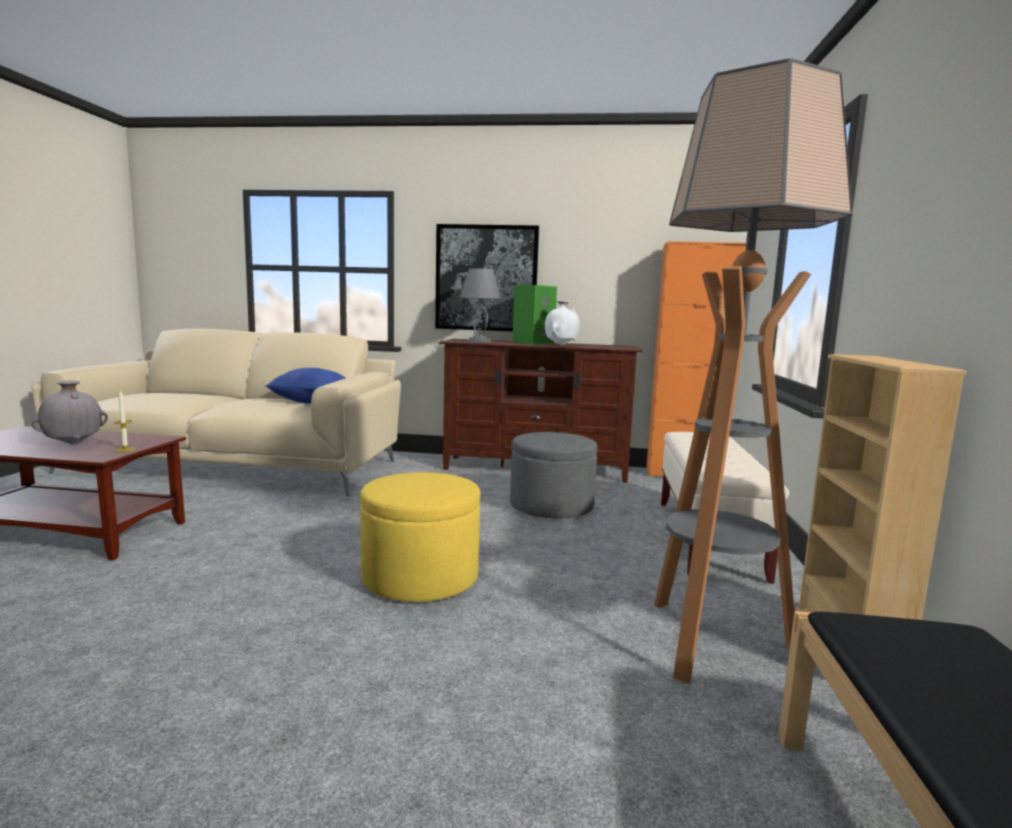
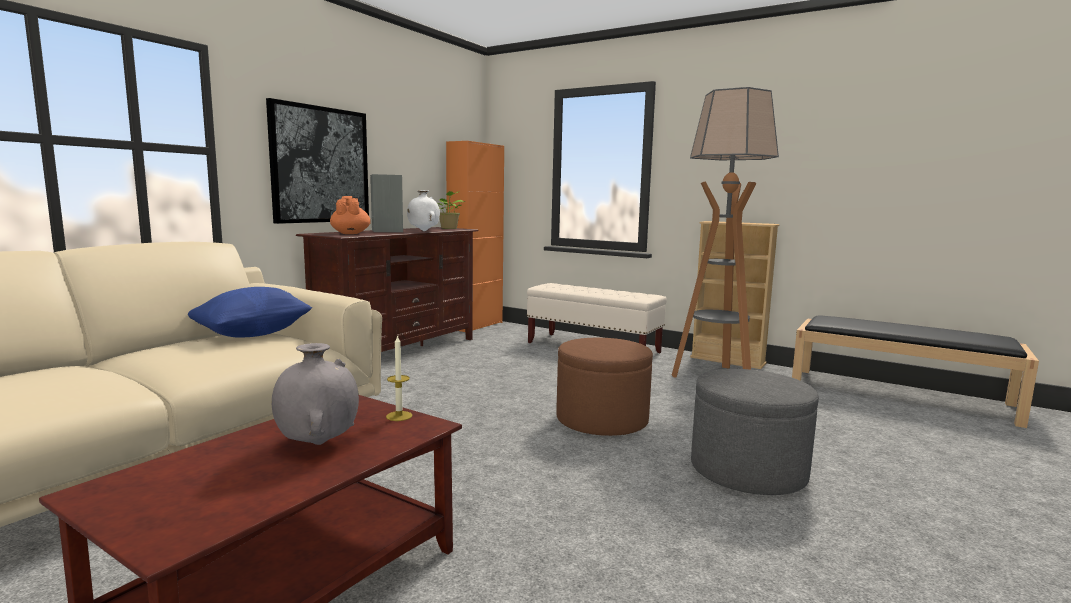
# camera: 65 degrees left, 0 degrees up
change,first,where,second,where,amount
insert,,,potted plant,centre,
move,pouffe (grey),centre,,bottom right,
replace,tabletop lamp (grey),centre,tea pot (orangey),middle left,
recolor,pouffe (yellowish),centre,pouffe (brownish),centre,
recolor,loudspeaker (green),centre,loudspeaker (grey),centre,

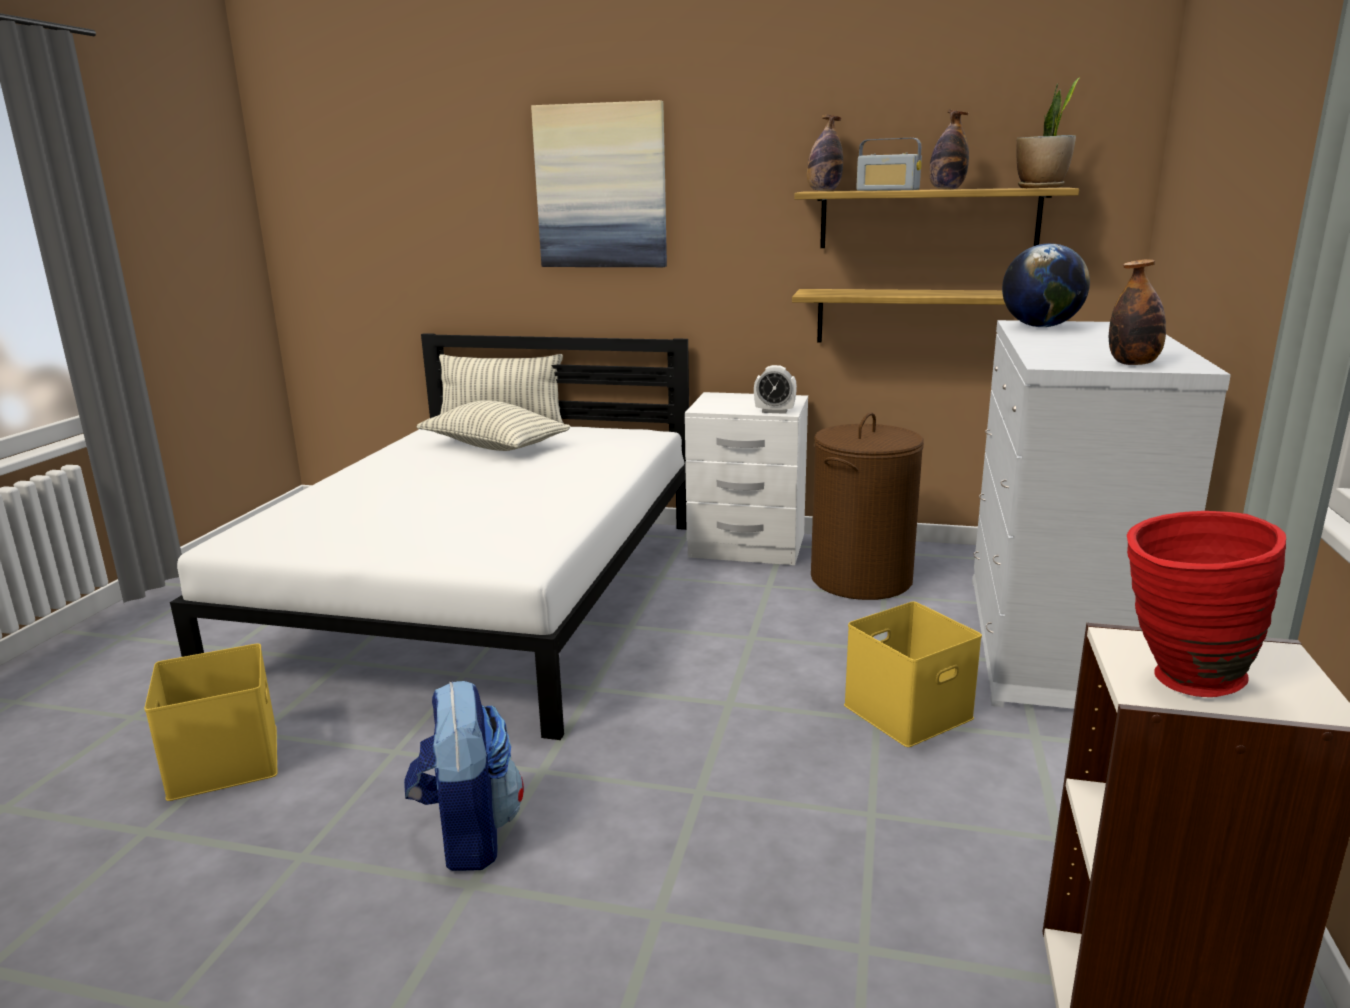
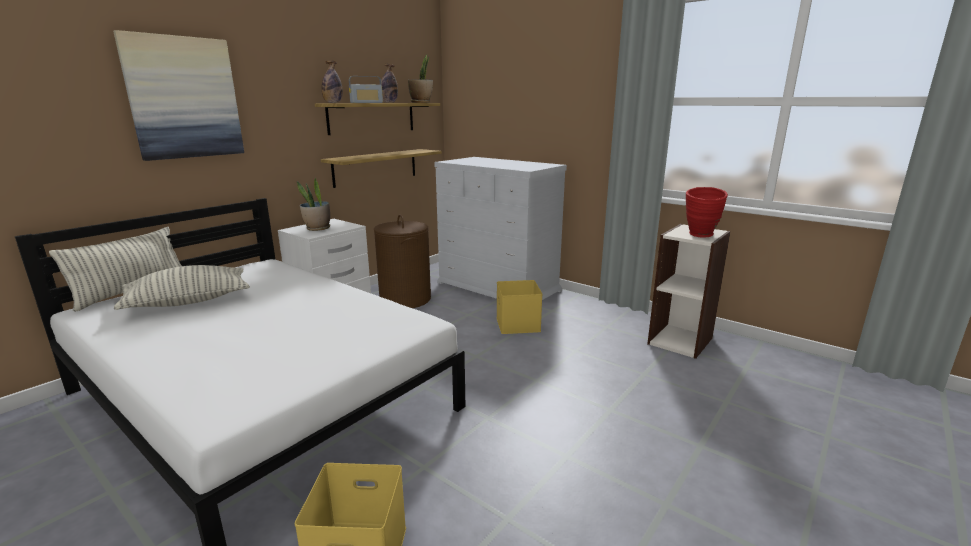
# camera: 65 degrees left, 0 degrees up
change,first,where,second,where,amount
delete,backpack,bottom centre,,,
delete,table clock,centre,,,
delete,desk globe,top right,,,
delete,drink bottle (3rd from left),top right,,,
insert,,,potted plant (1st from left),middle left,

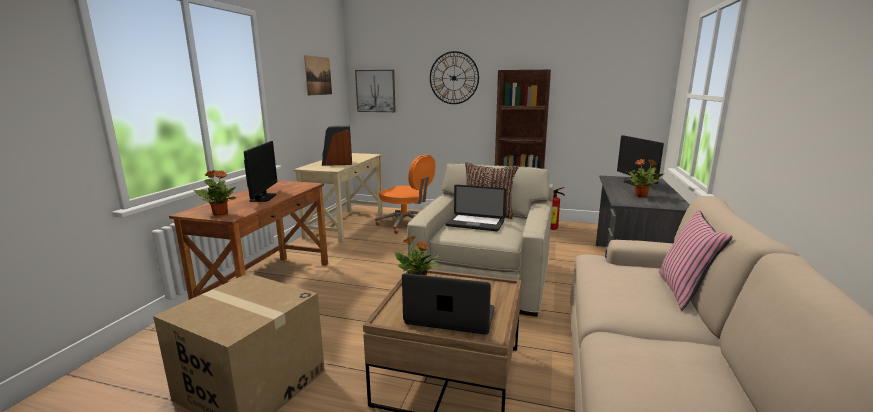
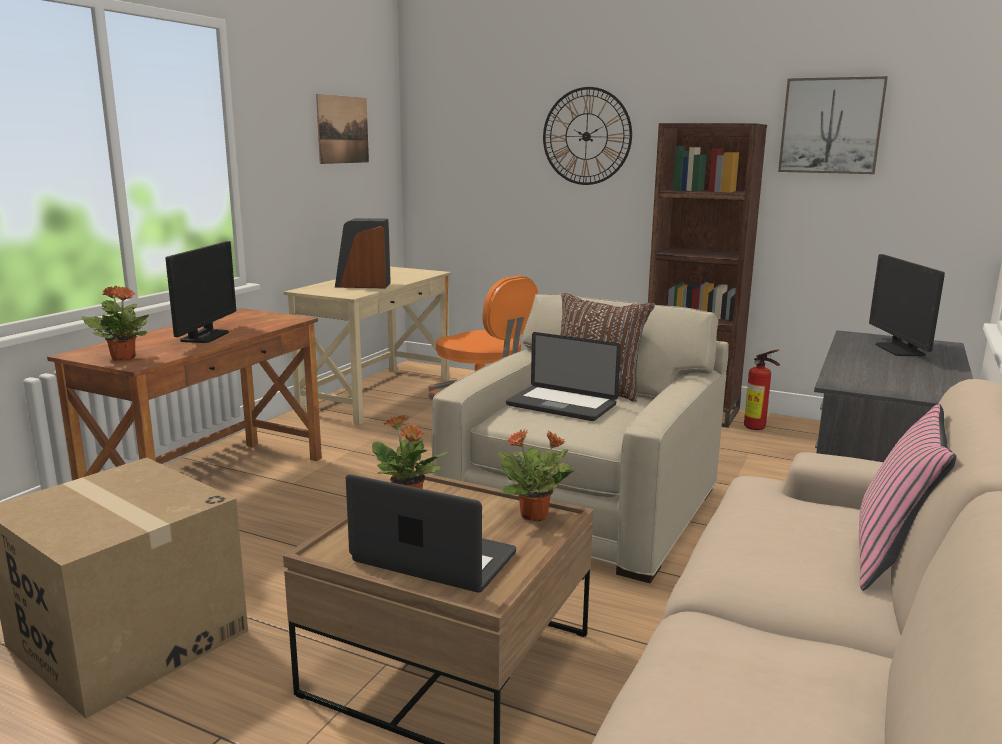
# camera: 10 degrees right, 0 degrees up
change,first,where,second,where,amount
move,picture (2nd from left),top centre,,top right,
move,potted plant (3rd from left),middle right,,centre,

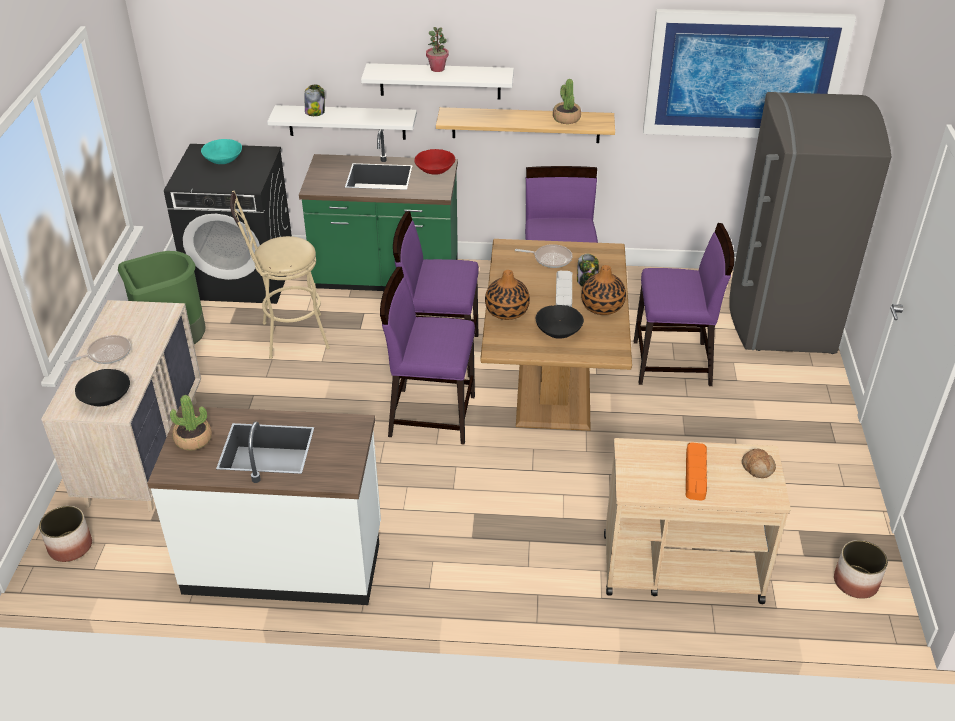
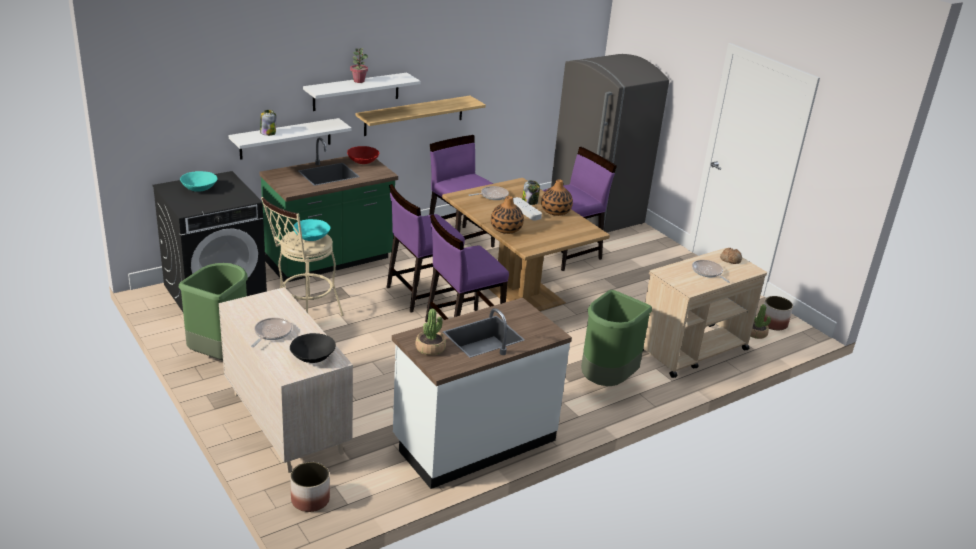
# camera: 40 degrees left, 10 degrees down
change,first,where,second,where,amount
delete,deep dish (blackish) (2nd from left),centre,,,
delete,picture,top right,,,
insert,,,deep dish (turquoise) (2nd from left),middle left,
insert,,,trash can (green) (2nd from left),centre,
move,potted plant (3rd from left),top centre,,middle right,
replace,serving tray (orangey),middle right,skillet (3rd from left),middle right,

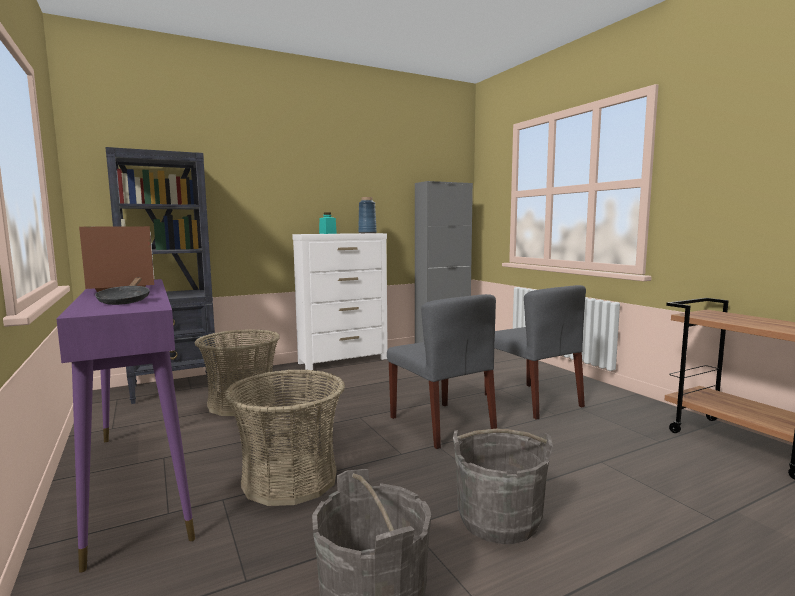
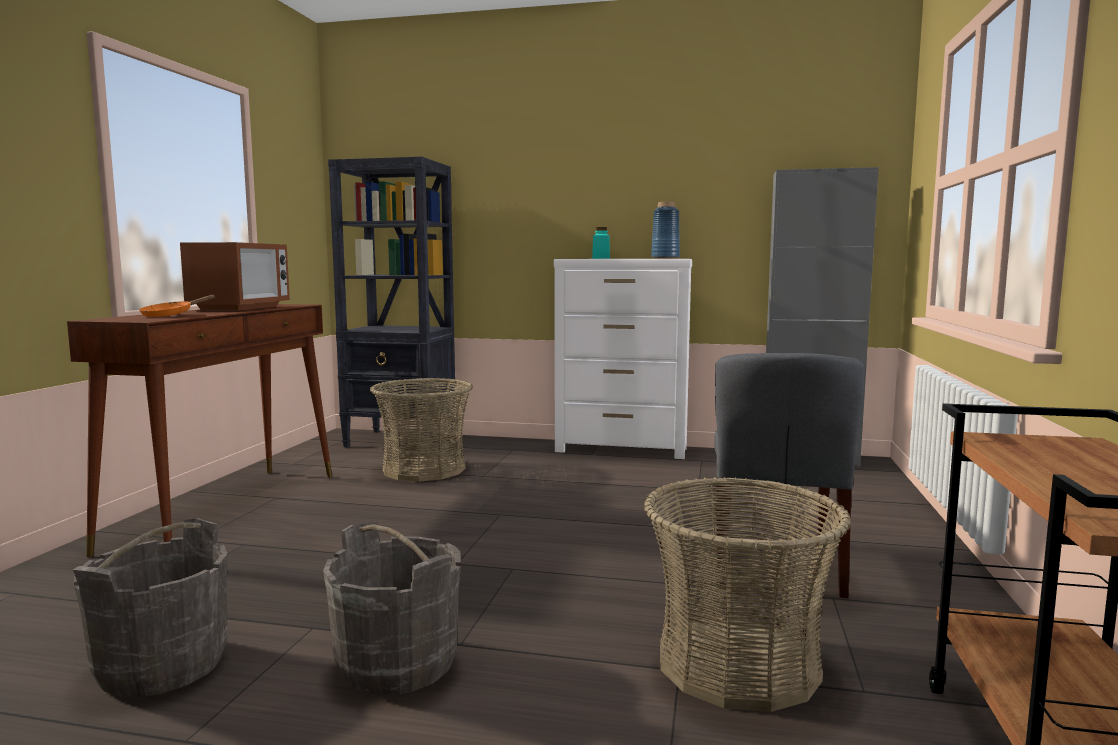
# camera: 40 degrees right, 0 degrees up
change,first,where,second,where,amount
delete,upright chair (grey) (1st from left),centre,,,
move,household basket (2nd from left),bottom centre,,bottom right,
recolor,console table (purplish),bottom left,console table (brownish),middle left,
recolor,skillet (blackish),middle left,skillet (orangey),middle left,

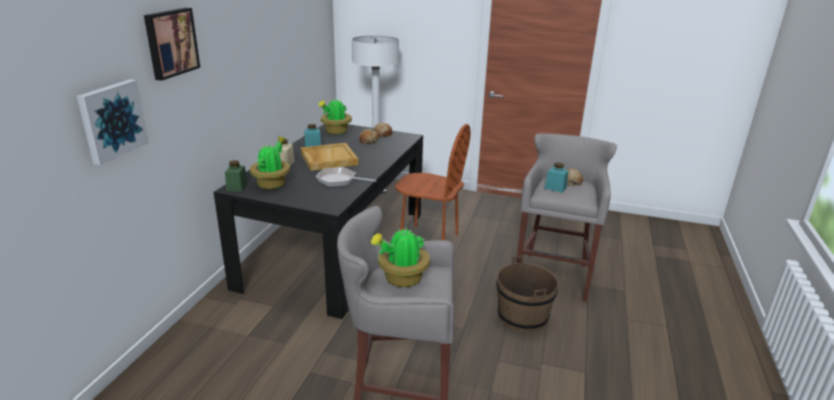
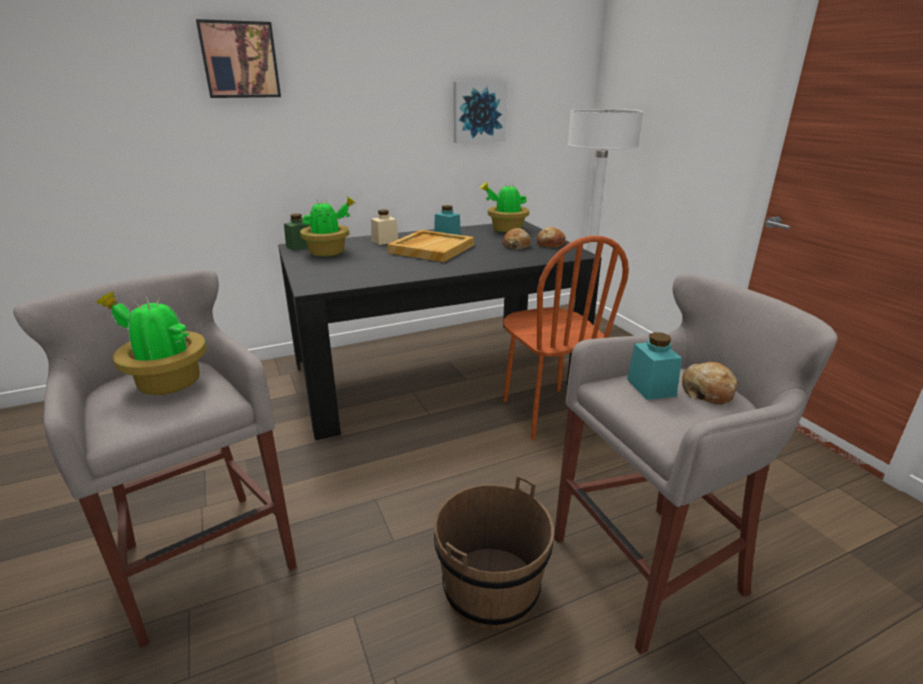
# camera: 50 degrees right, 0 degrees up
change,first,where,second,where,amount
delete,skillet,centre,,,
move,picture (1st from left in the first image),top left,picture (2nd from left),top centre,

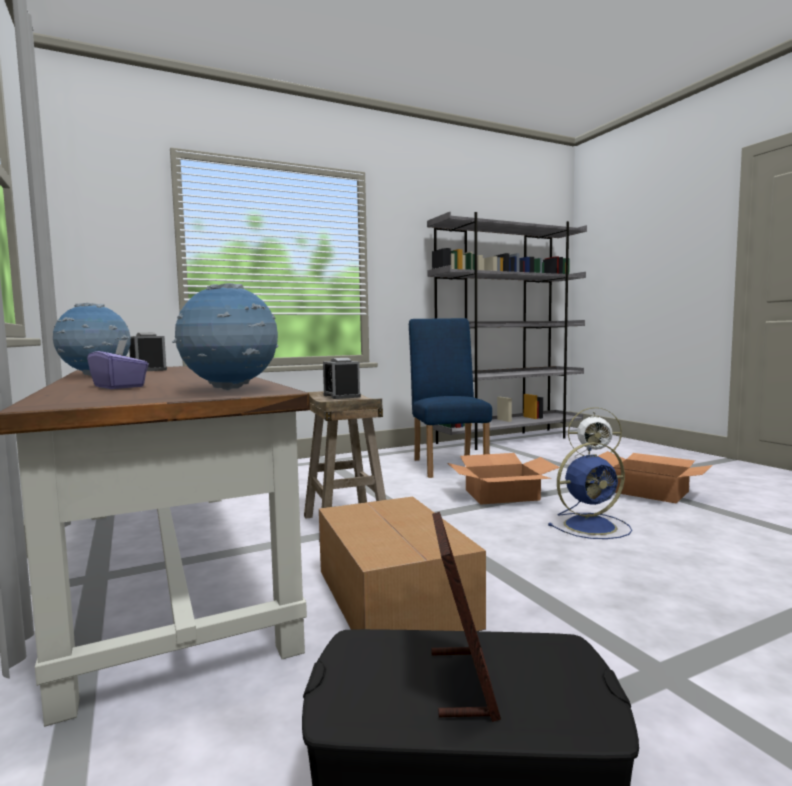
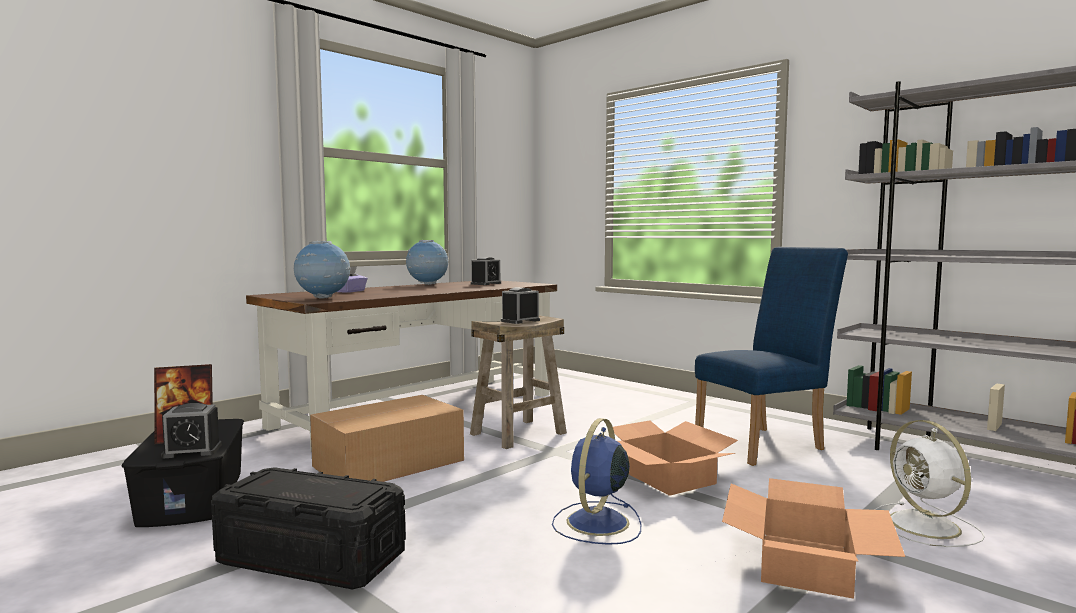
# camera: 70 degrees right, 0 degrees up
change,first,where,second,where,amount
insert,,,table clock (1st from left),bottom left,
insert,,,storage bin (blackish) (2nd from left),bottom left,
rotate,electric fan (blue-coloured),middle right,,bottom centre,60 degrees clockwise

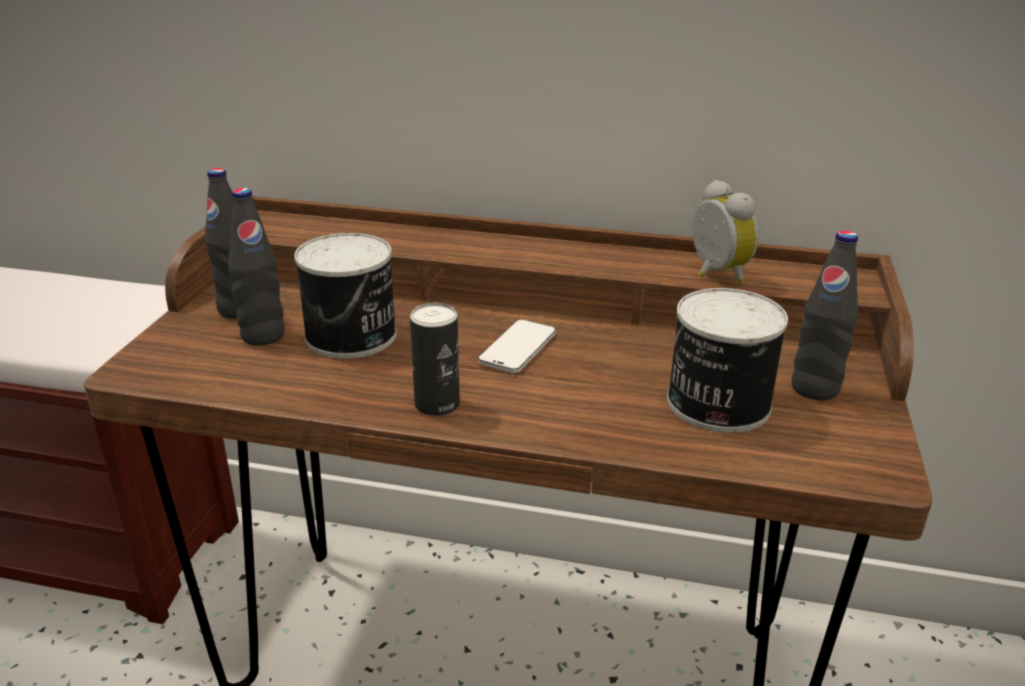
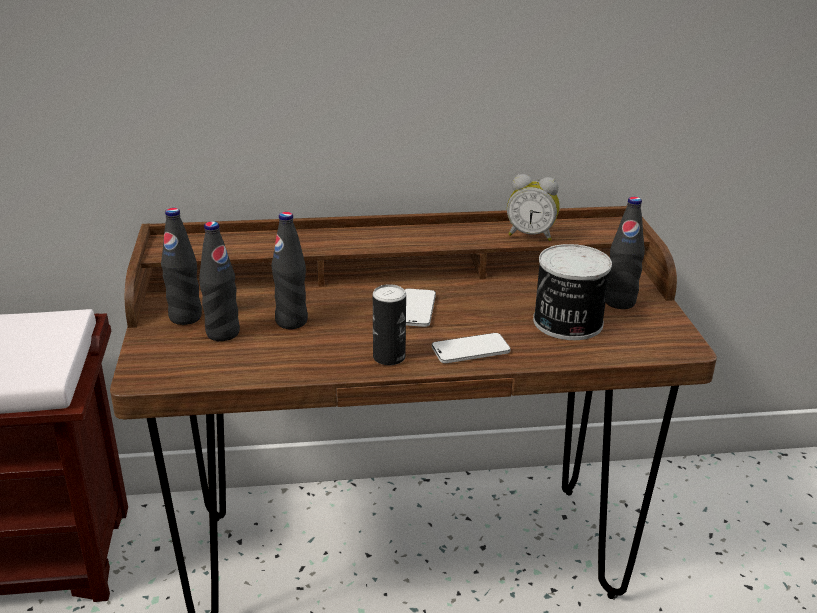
# camera: 20 degrees left, 0 degrees up
change,first,where,second,where,amount
insert,,,phone (2nd from left),centre,
replace,can (1st from left),centre,drink bottle (blackish) (3rd from left),centre,
rotate,table clock,middle right,,centre,150 degrees clockwise

